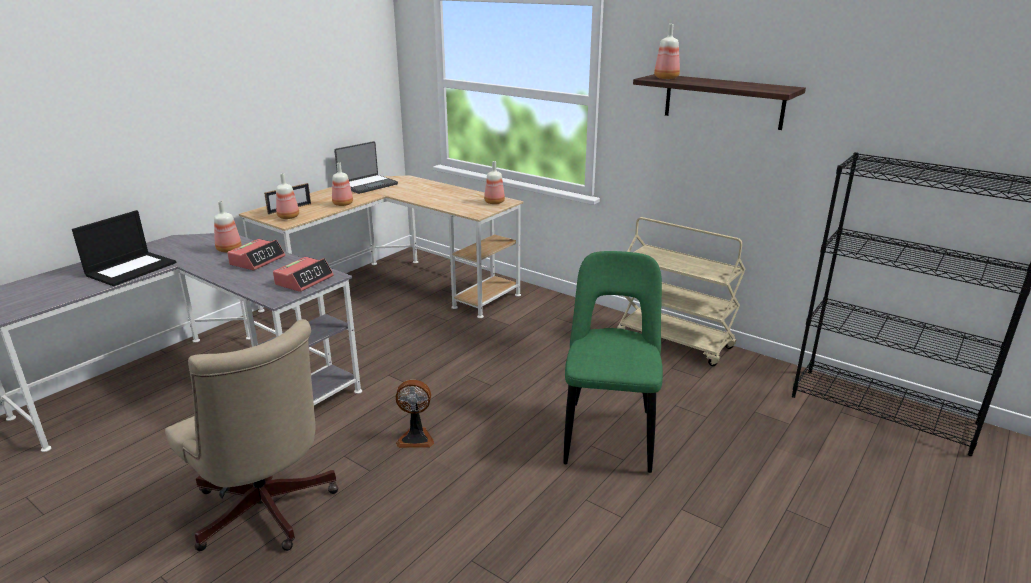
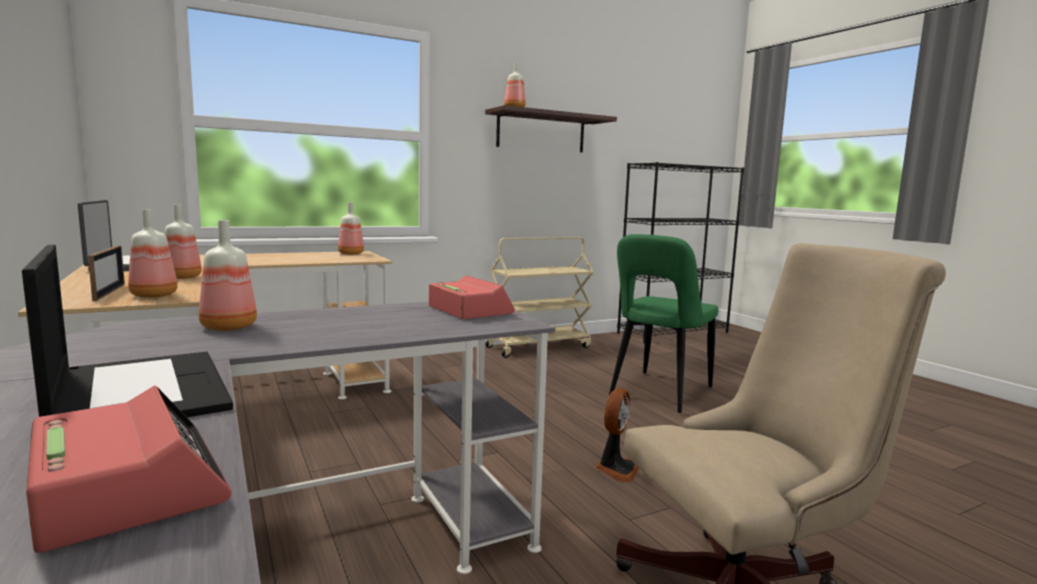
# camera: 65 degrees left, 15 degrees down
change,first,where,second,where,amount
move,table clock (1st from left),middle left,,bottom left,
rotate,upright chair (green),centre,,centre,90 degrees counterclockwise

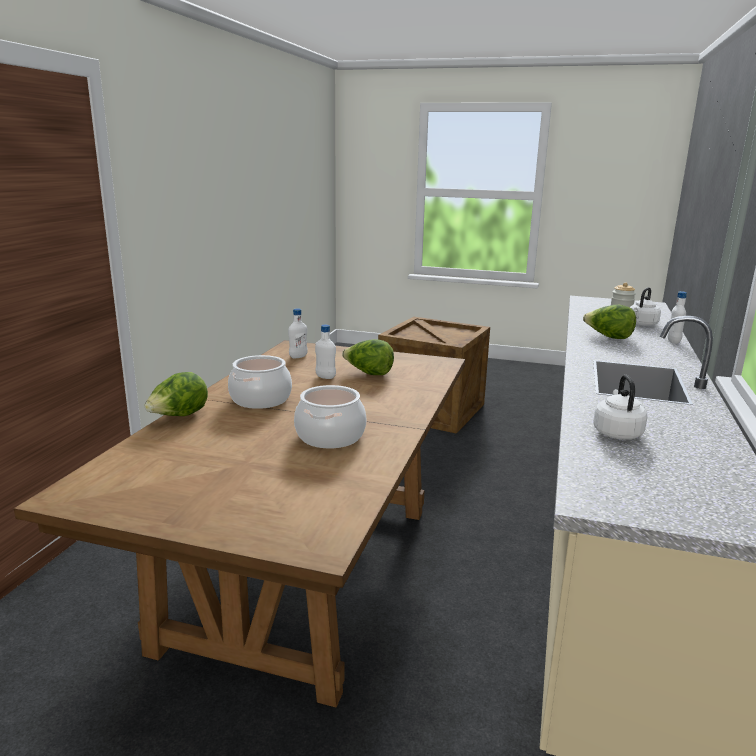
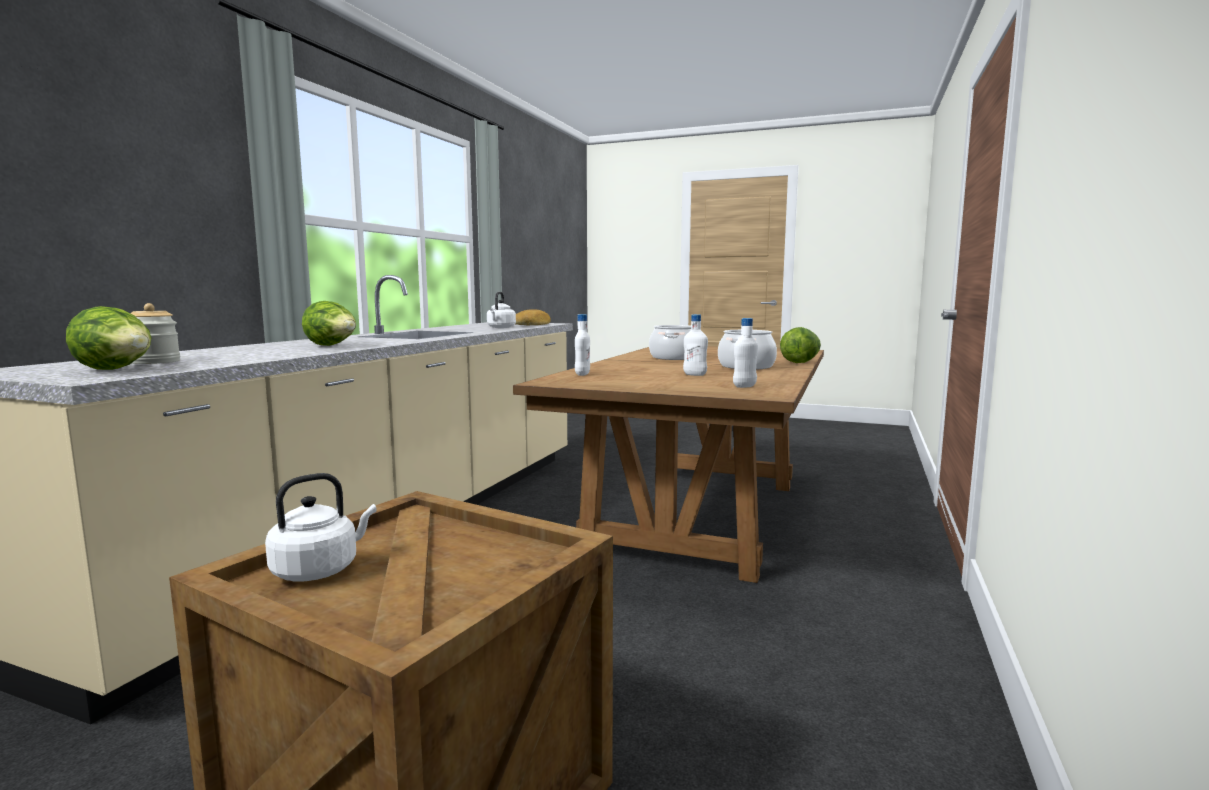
# camera: 175 degrees left, 10 degrees down
change,first,where,second,where,amount
insert,,,bread,centre,
move,head of lettuce (2nd from left in the first image),centre,head of lettuce (1st from left),middle left,
move,tea kettle (white) (2nd from left in the first image),middle right,tea kettle (white) (1st from left),bottom left,
move,drink bottle (white) (3rd from left in the first image),middle right,drink bottle (white) (1st from left),centre,

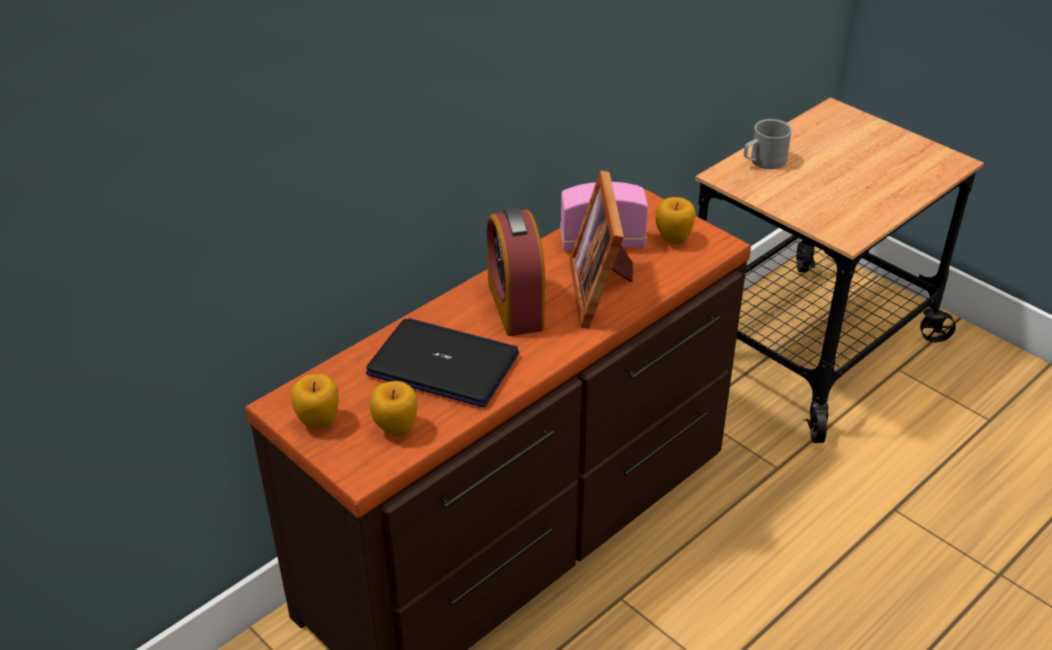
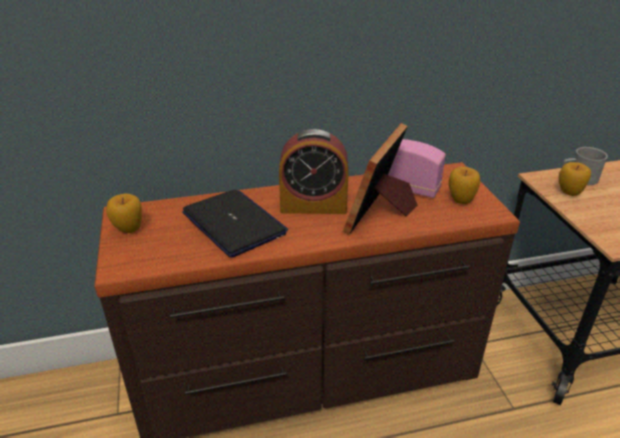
# camera: 30 degrees right, 5 degrees down
change,first,where,second,where,amount
move,apple fruit (2nd from left in the first image),centre,apple fruit (3rd from left),middle right,
rotate,table clock,centre,,centre,105 degrees counterclockwise

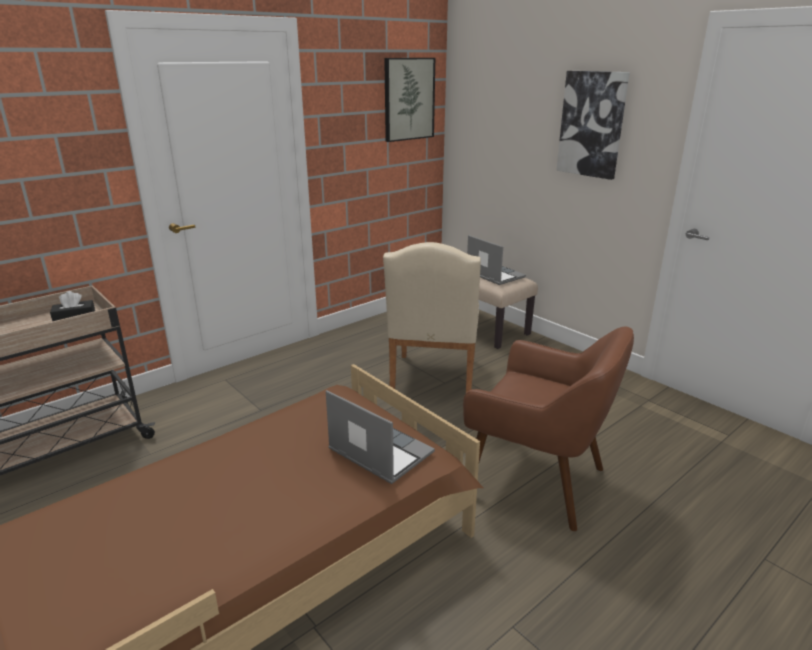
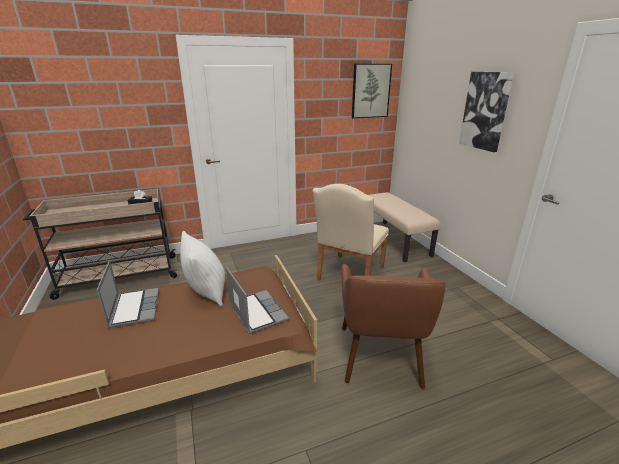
# camera: 20 degrees right, 0 degrees up
change,first,where,second,where,amount
insert,,,cushion (white),middle left,
move,notebook computer (2nd from left in the first image),centre,notebook computer (1st from left),middle left,
rotate,armchair (brownish),middle right,,bottom centre,45 degrees clockwise

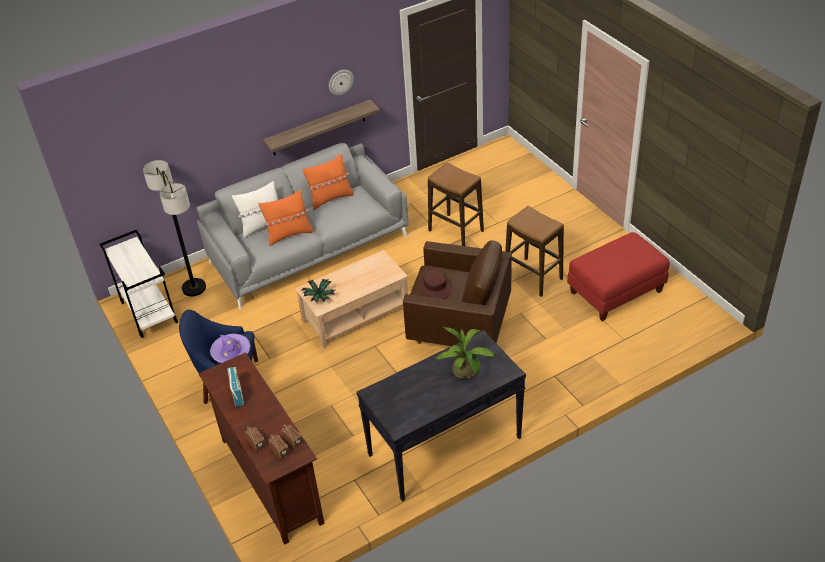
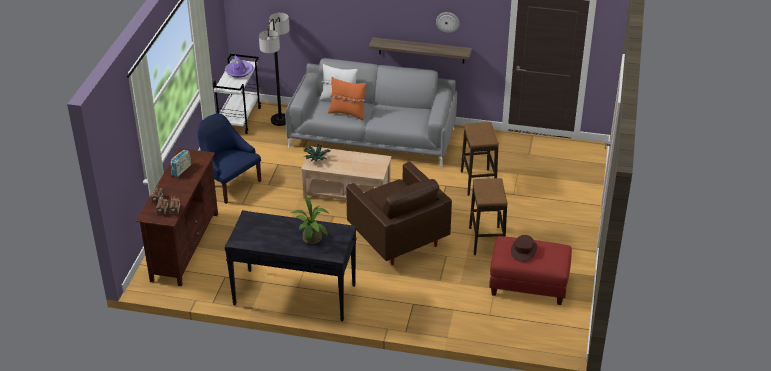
# camera: 40 degrees right, 5 degrees down
change,first,where,second,where,amount
delete,cushion (orangey) (2nd from left),top centre,,,
move,clothing hat (purplish),middle left,,top left,
move,clothing hat (brownish),centre,,bottom right,

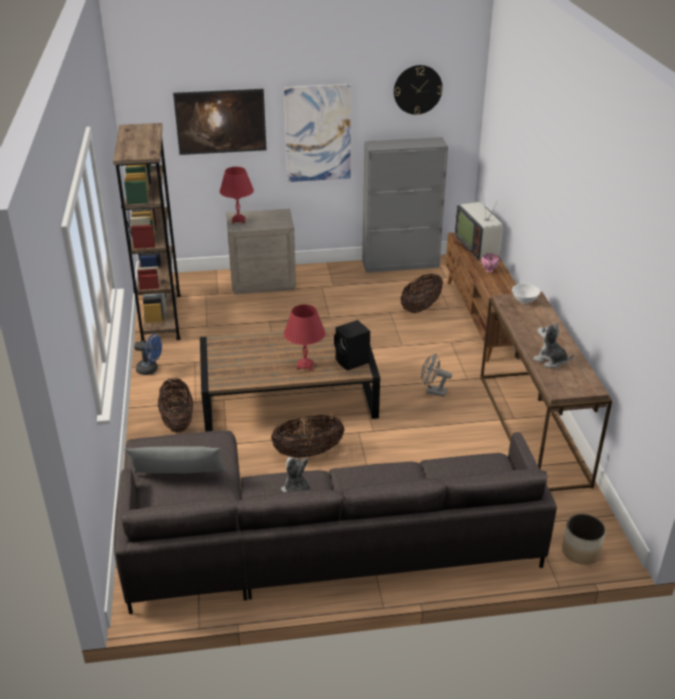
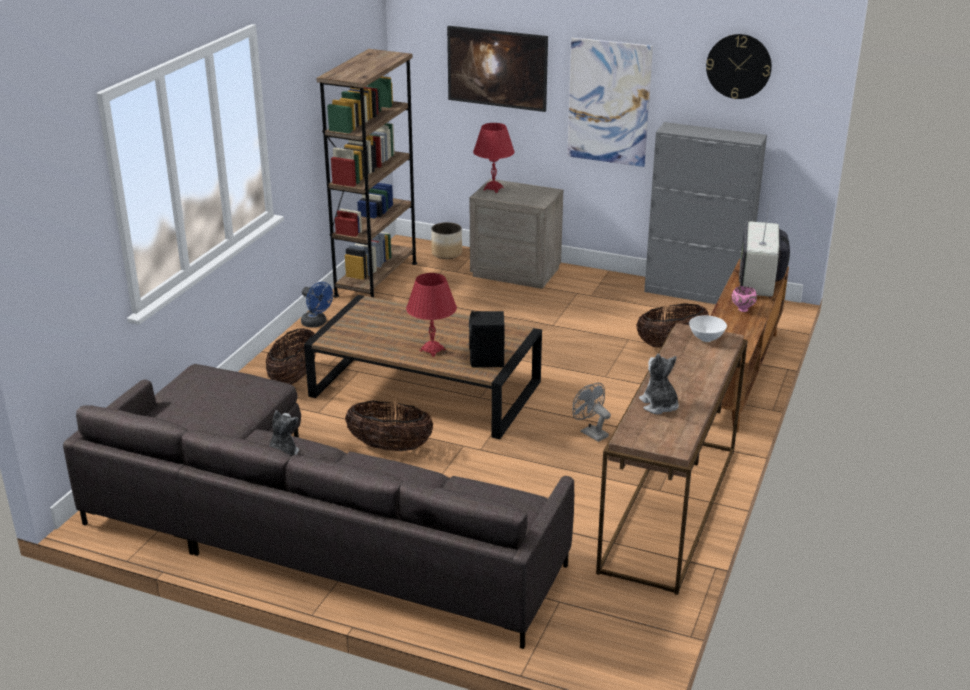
# camera: 30 degrees right, 5 degrees down
change,first,where,second,where,amount
delete,cushion (grey),middle left,,,
move,planter,bottom right,,centre,

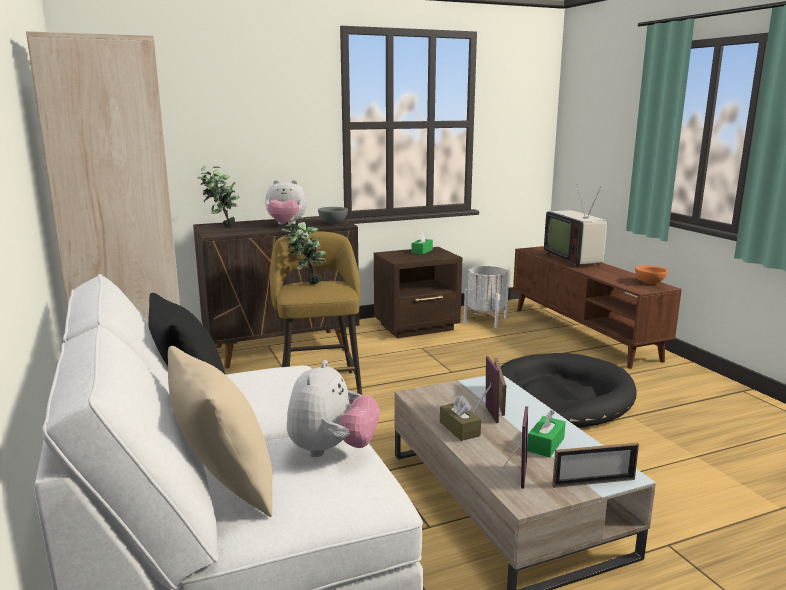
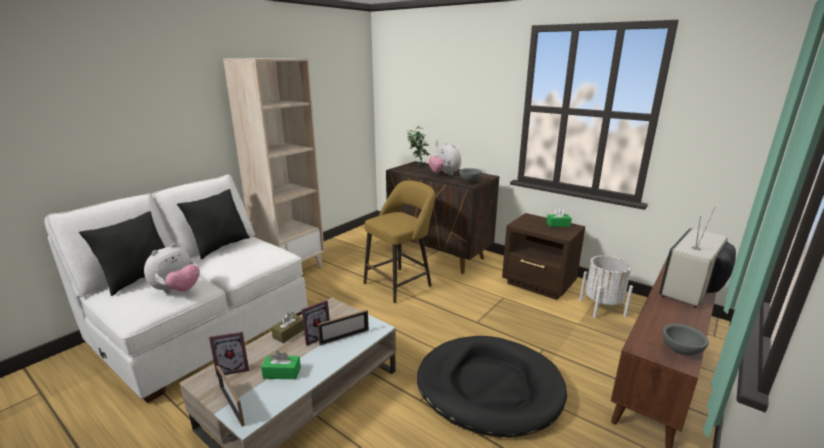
# camera: 60 degrees right, 5 degrees up
change,first,where,second,where,amount
delete,potted plant (2nd from left),centre,,,
recolor,cushion (beige-coloured),bottom left,cushion (blackish) (1st from left),middle left,
recolor,deep dish (orangey),middle right,deep dish (grey) (2nd from left),bottom right,
rotate,cuddly toy (2nd from left in the first image),bottom centre,cuddly toy (1st from left),middle left,45 degrees counterclockwise

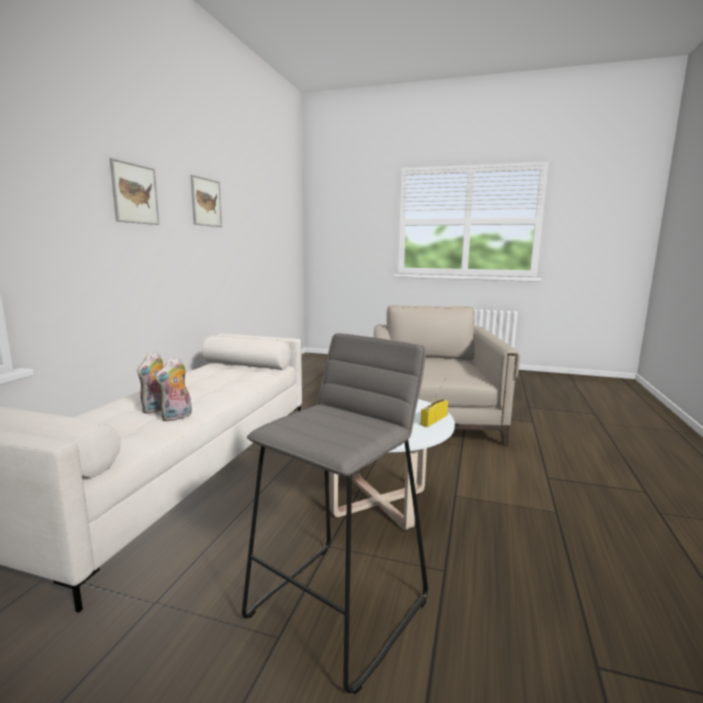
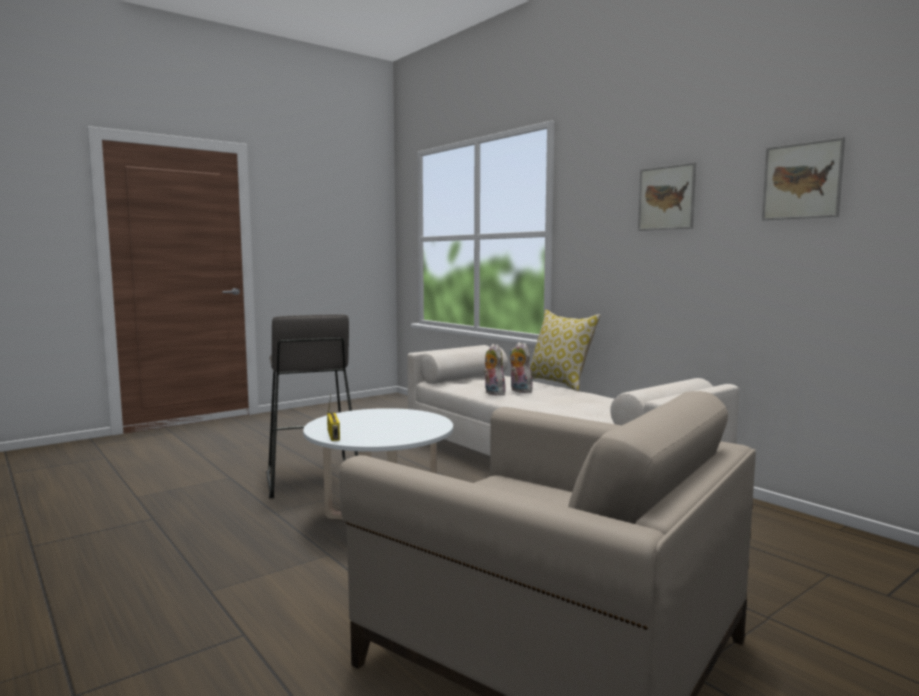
# camera: 125 degrees right, 5 degrees down
change,first,where,second,where,amount
insert,,,cushion,centre,

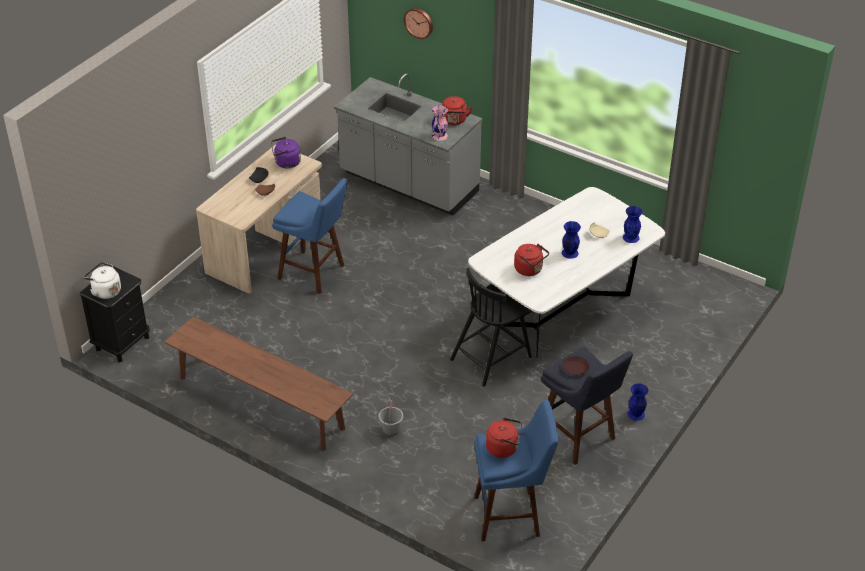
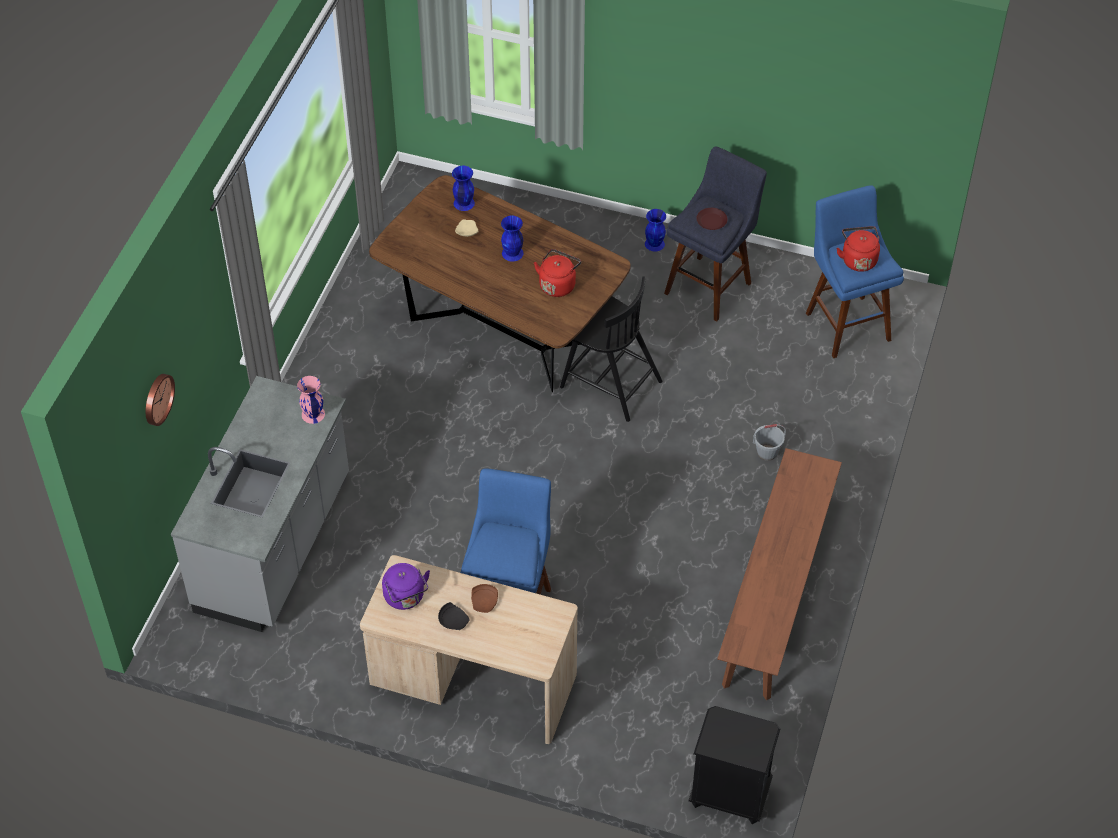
# camera: 105 degrees left, 10 degrees up
change,first,where,second,where,amount
delete,tea kettle (white),middle left,,,
delete,tea kettle (reddish) (1st from left),top centre,,,
recolor,dinner table (white),centre,dinner table (brownish),centre,

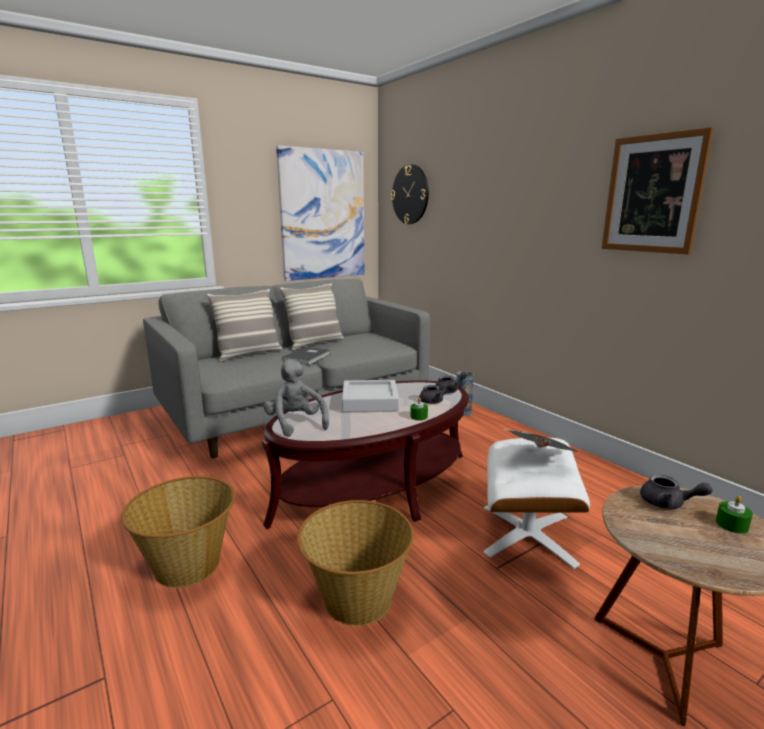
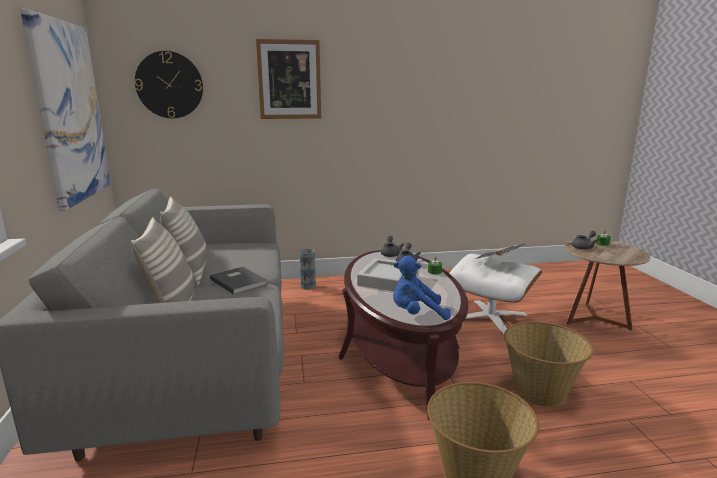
# camera: 65 degrees left, 0 degrees up
change,first,where,second,where,amount
move,picture (2nd from left),top right,,top centre,
recolor,cuddly toy (grey),centre,cuddly toy (blue-coloured),centre,

